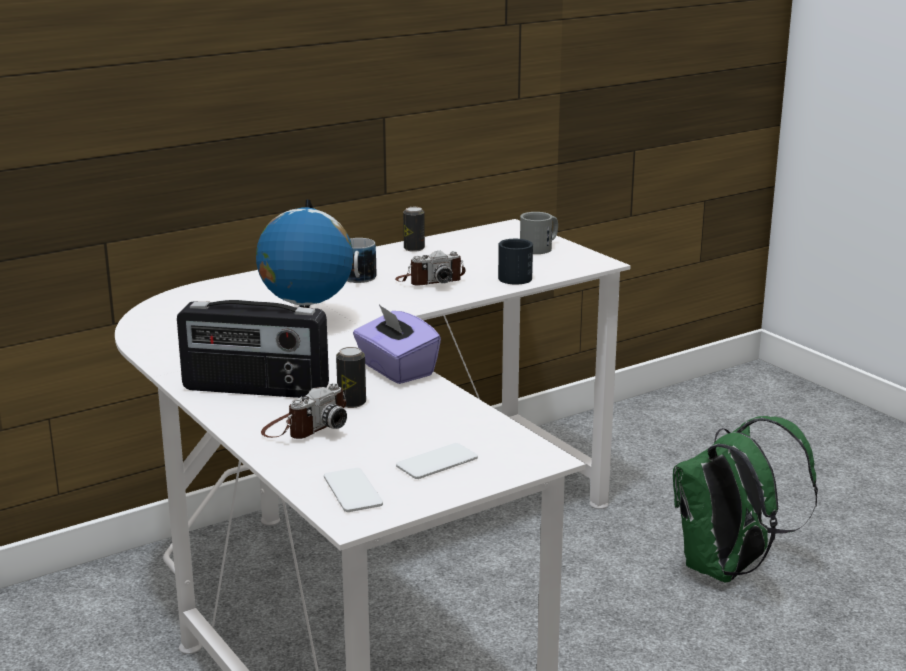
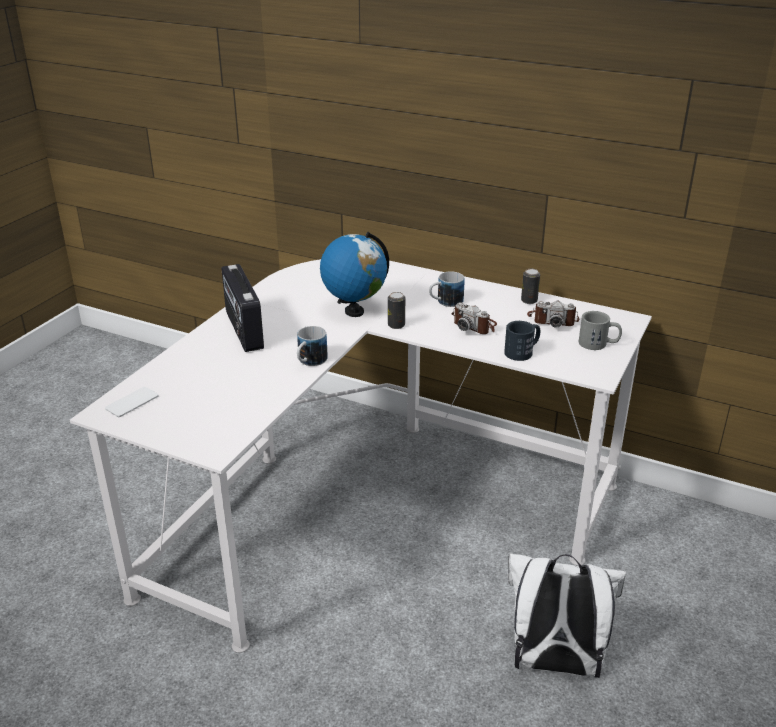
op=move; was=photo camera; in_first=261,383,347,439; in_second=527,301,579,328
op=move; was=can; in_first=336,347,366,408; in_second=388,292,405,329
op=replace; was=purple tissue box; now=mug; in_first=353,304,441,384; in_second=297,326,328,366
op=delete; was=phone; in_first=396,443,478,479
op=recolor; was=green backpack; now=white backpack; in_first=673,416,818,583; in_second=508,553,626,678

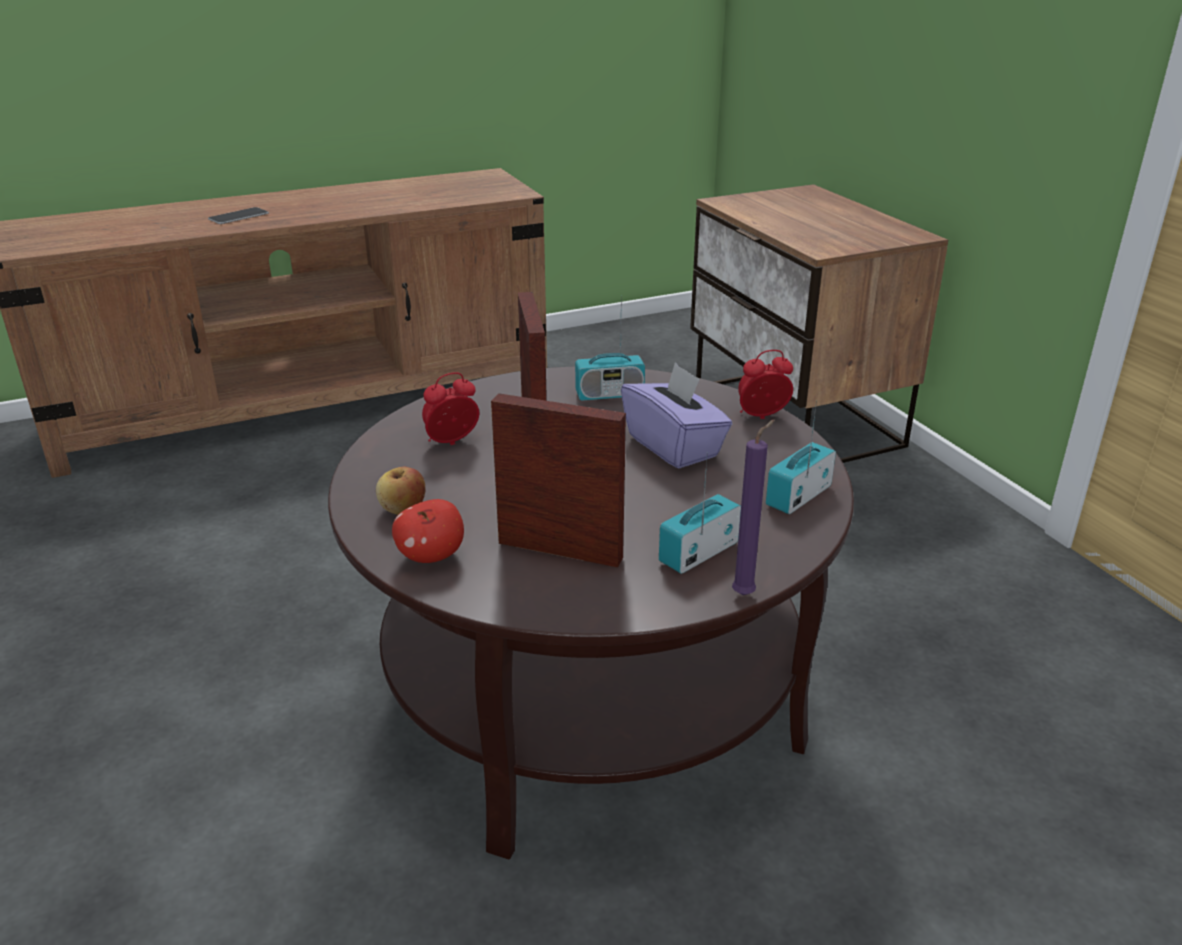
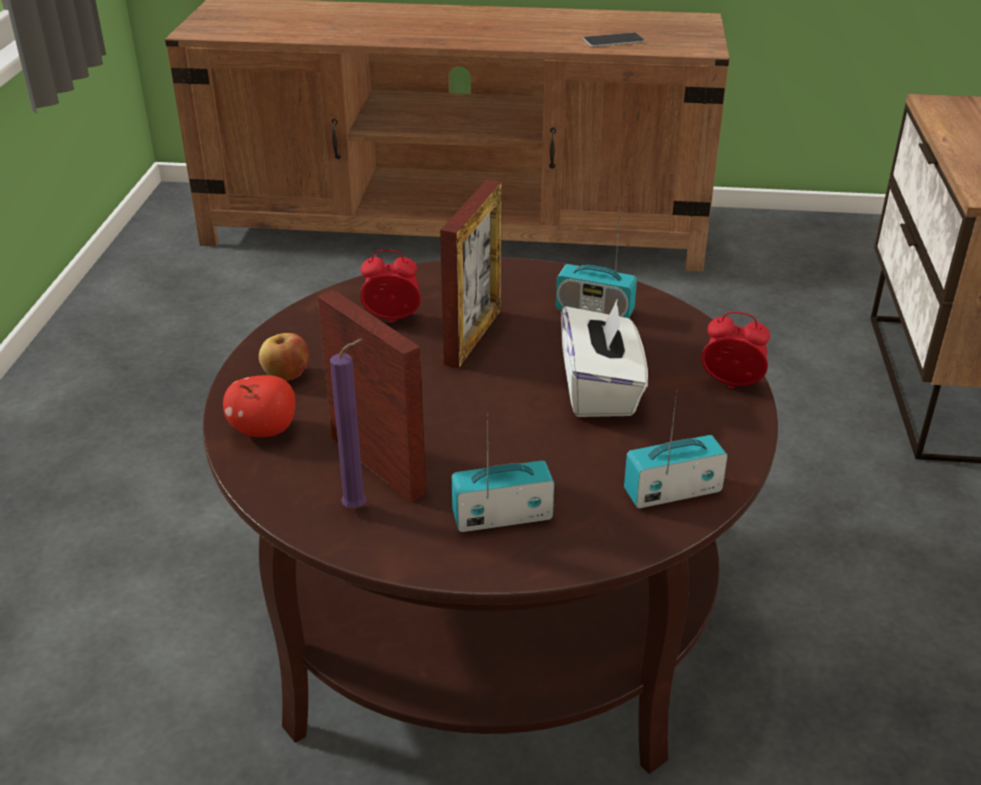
op=move; was=phone; in_first=208,207,269,224; in_second=583,33,645,47
op=recolor; was=purple tissue box; now=white tissue box; in_first=621,362,732,468; in_second=561,298,648,417
op=move; was=purple candle; in_first=732,419,775,595; in_second=330,339,366,509

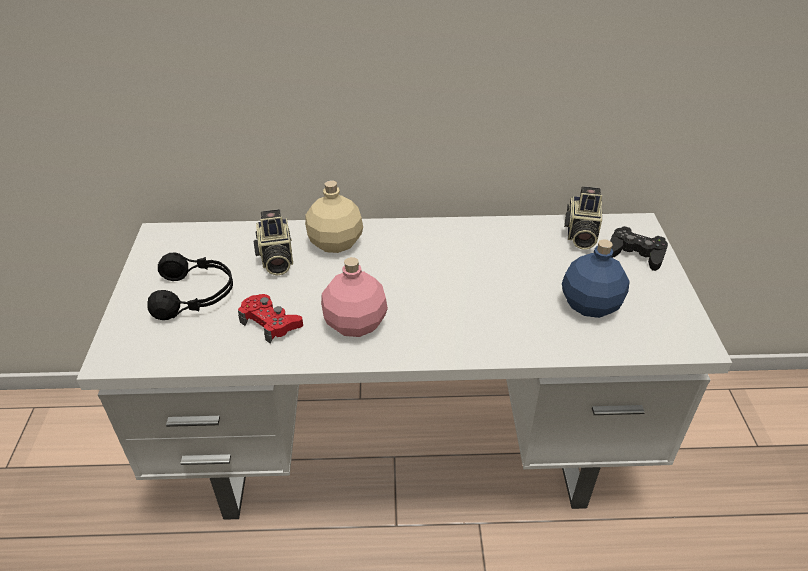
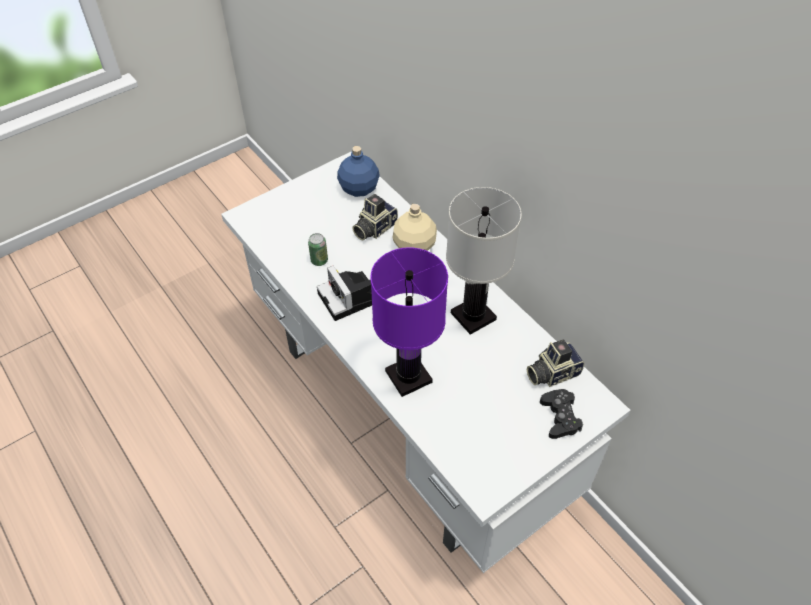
op=delete; was=black headphones; in_first=148,253,233,320
op=replace; was=red game controller; now=can; in_first=238,294,303,344; in_second=308,233,328,266
op=replace; was=pink bottle; now=photo camera; in_first=321,257,388,337; in_second=317,266,372,321
op=move; was=blue bottle; in_first=562,239,630,318; in_second=337,146,380,197
op=insert; now=purple table lamp; in_second=370,247,448,397
op=insert; now=white table lamp; in_second=446,187,522,335

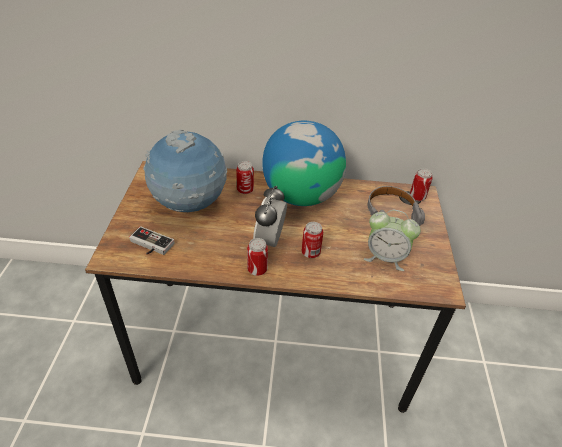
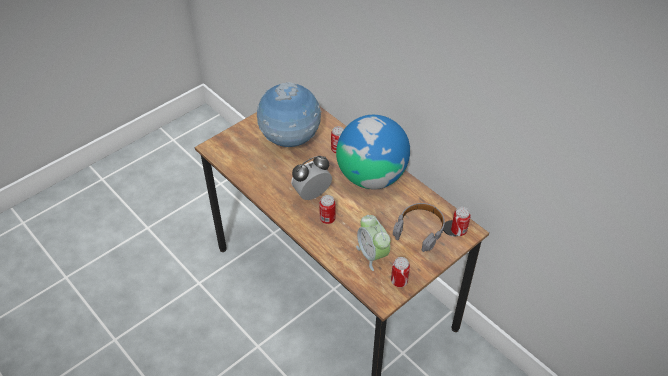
op=delete; was=game controller; in_first=129,226,175,255
op=move; was=can; in_first=247,238,268,276; in_second=391,257,410,287

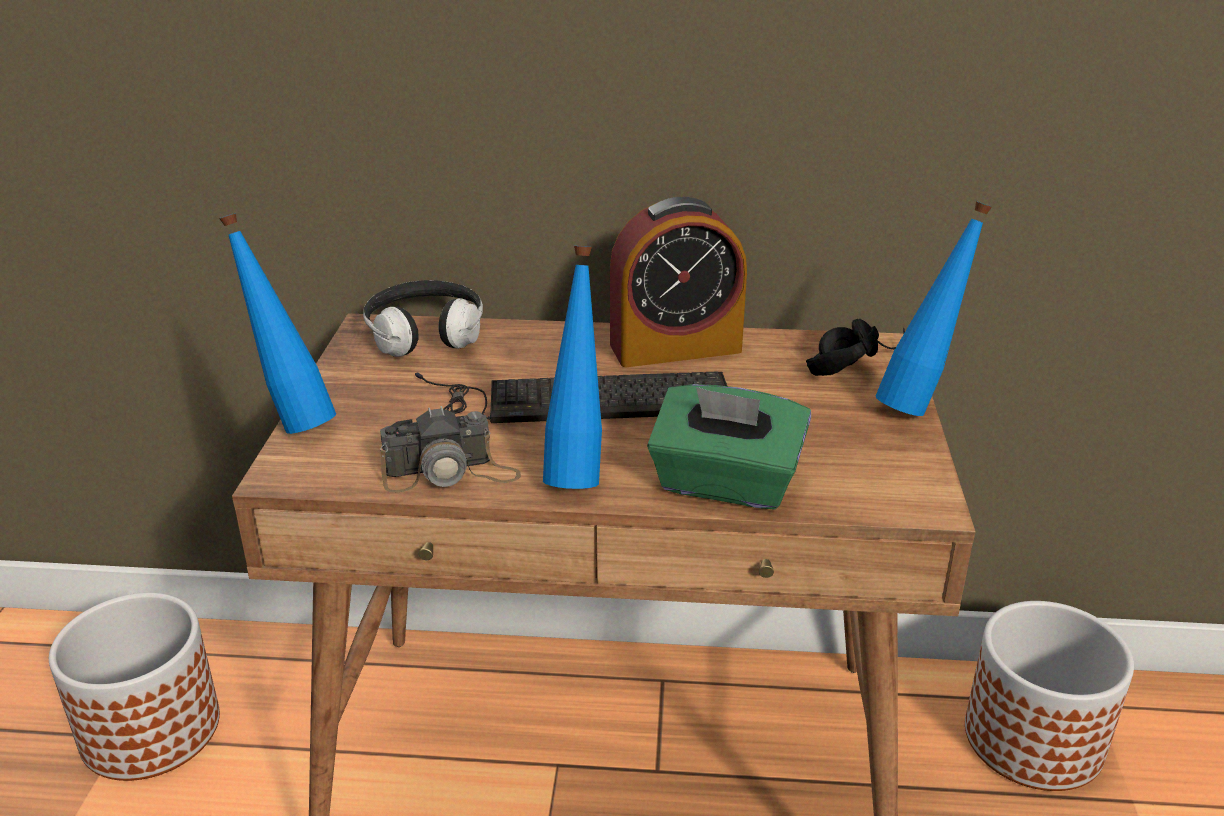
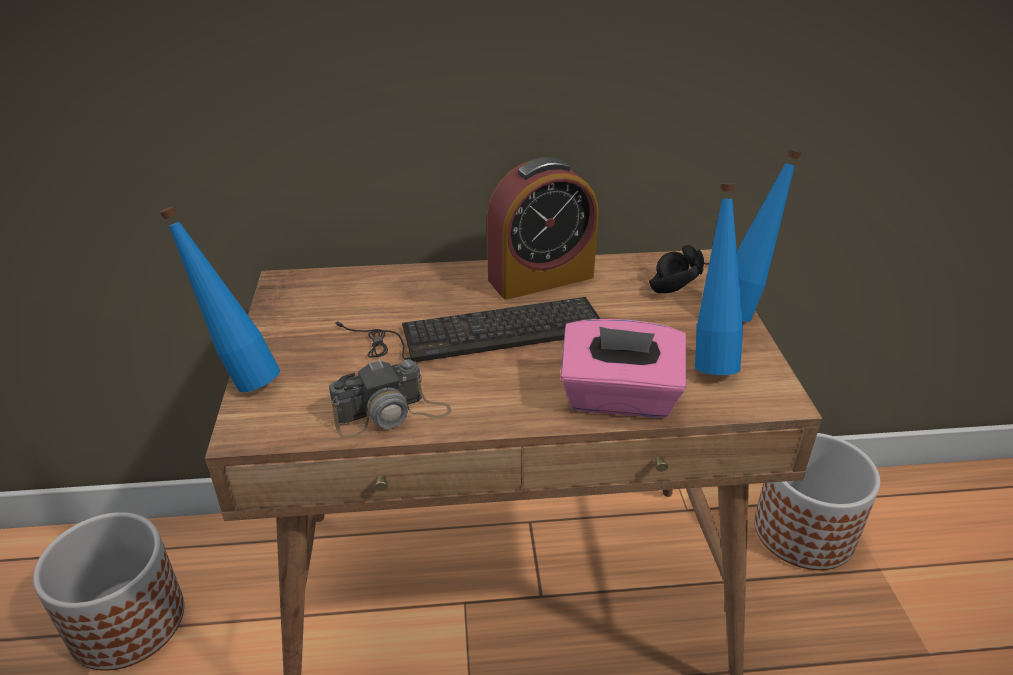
op=delete; was=headphones; in_first=363,280,483,357
op=move; was=blue bottle; in_first=543,246,602,489; in_second=695,183,743,375
op=recolor; was=green tissue box; now=pink tissue box; in_first=647,384,811,509; in_second=561,319,686,418

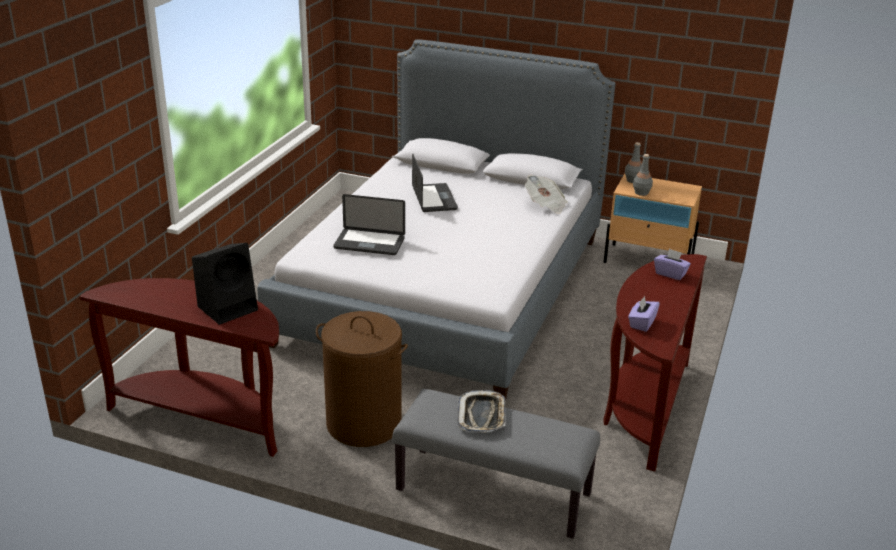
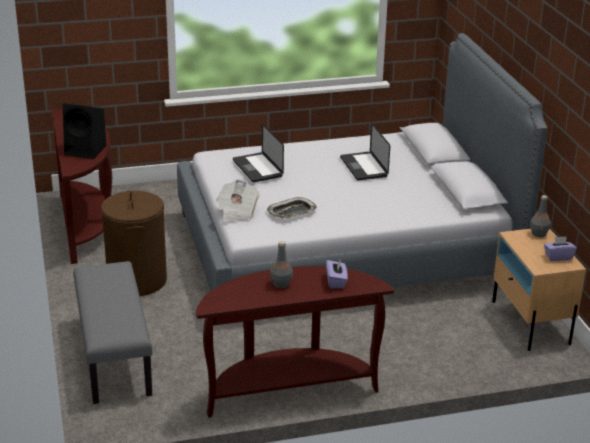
op=rotate; was=laptop; in_first=412,154,458,212; in_second=340,123,390,180; clockwise=120
op=move; was=tray; in_first=457,390,505,433; in_second=267,197,317,219
op=move; was=newspaper; in_first=525,175,568,214; in_second=217,179,260,222
op=move; was=purple tissue box; in_first=628,296,660,332; in_second=544,236,577,261
op=move; was=grey bottle; in_first=633,154,653,196; in_second=270,241,293,288

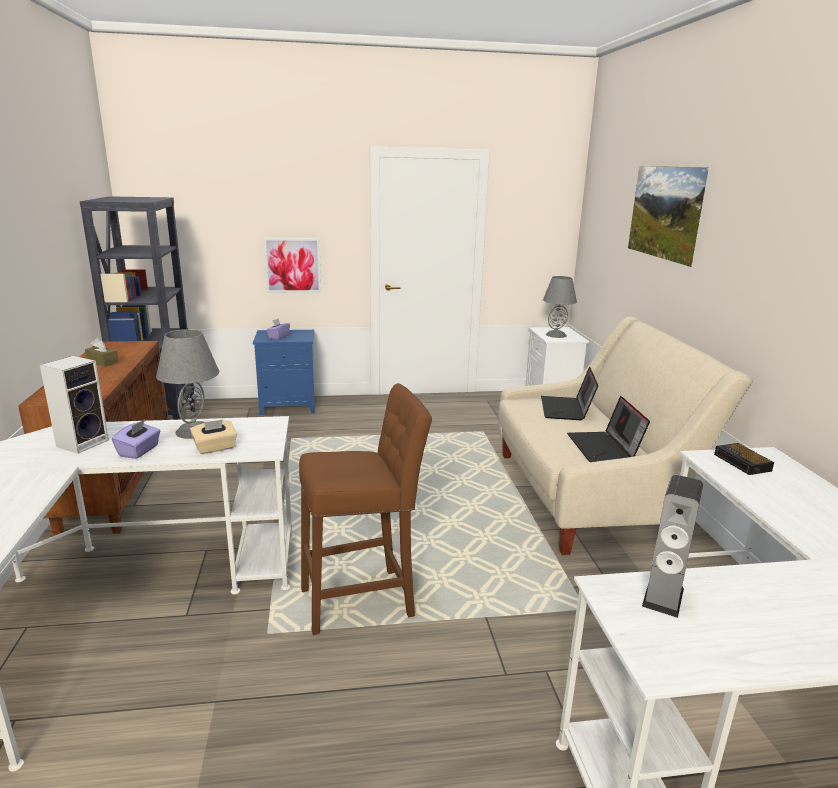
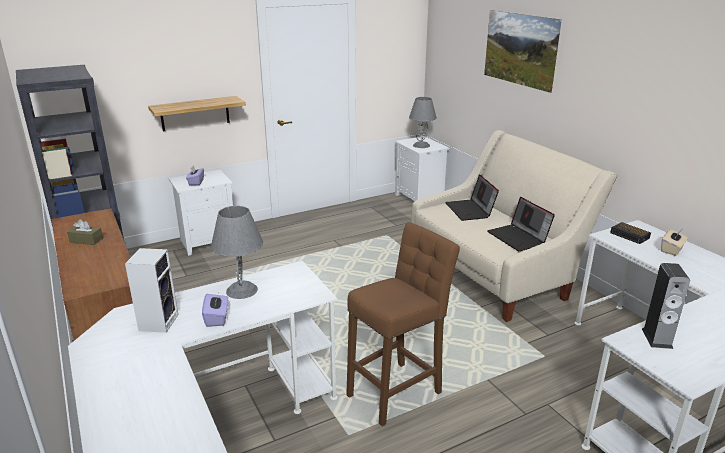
op=move; was=beige tissue box; in_first=190,419,237,454; in_second=661,229,688,256
op=recolor; was=blue nightstand; now=white nightstand; in_first=253,330,315,415; in_second=168,170,233,256
op=replace; was=picture; now=shelf; in_first=263,238,321,293; in_second=148,96,246,131

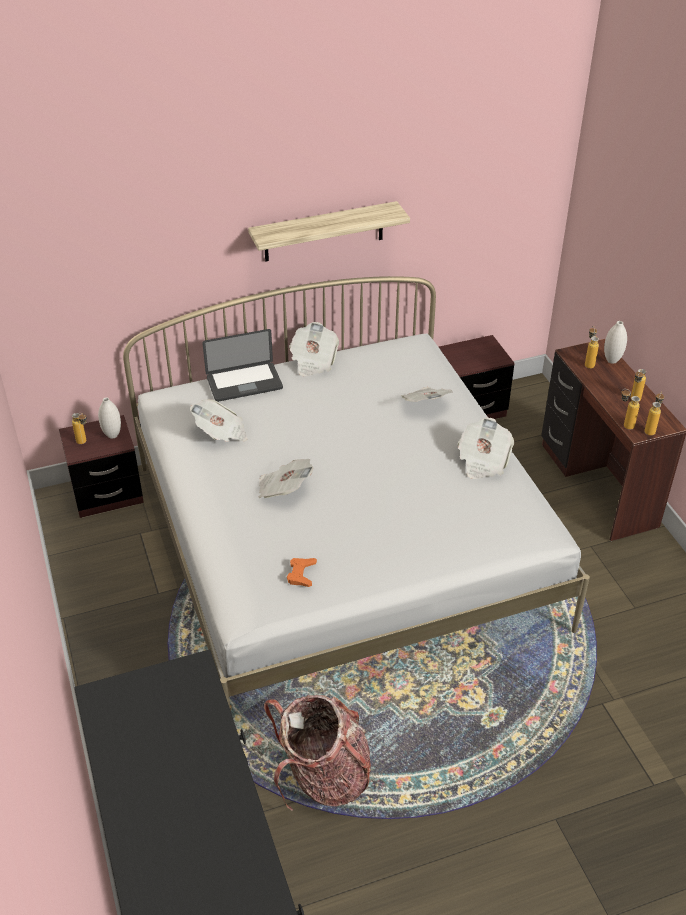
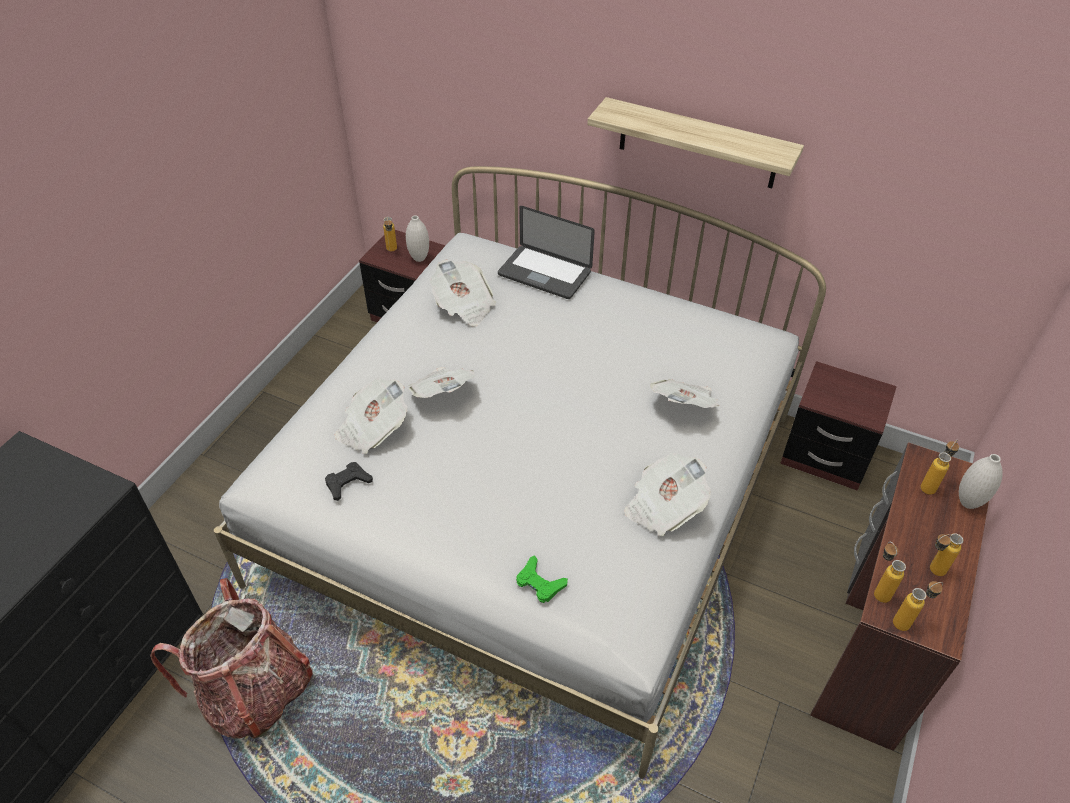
op=recolor; was=orange game controller; now=black game controller; in_first=287,558,317,587; in_second=325,462,373,501
op=move; was=newspaper; in_first=289,322,339,376; in_second=335,378,407,454
op=insert; now=green game controller; in_second=516,555,568,603

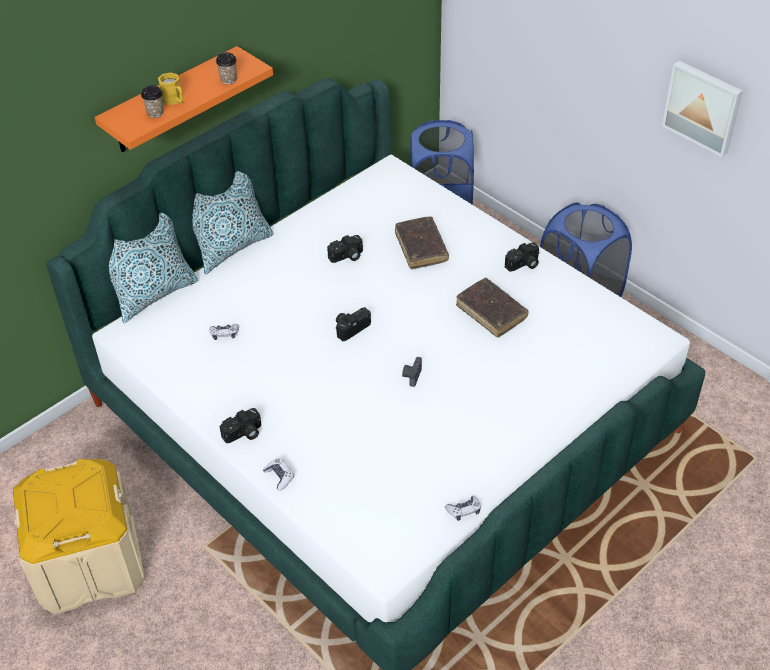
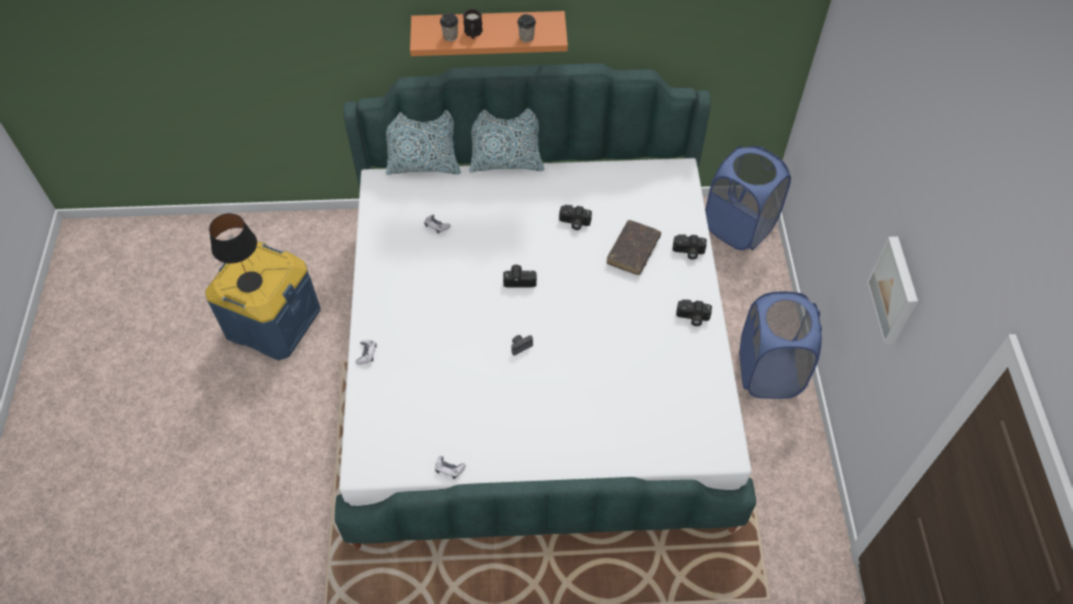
op=recolor; was=beige storage box; now=blue storage box; in_first=13,459,144,614; in_second=205,242,321,361
op=recolor; was=yellow mug; now=black mug; in_first=158,72,184,105; in_second=463,8,483,39
op=move; was=photo camera; in_first=220,408,261,443; in_second=673,234,707,260
op=delete; was=brown book; in_first=456,278,529,338
op=insert; now=black table lamp; in_second=209,213,263,292

